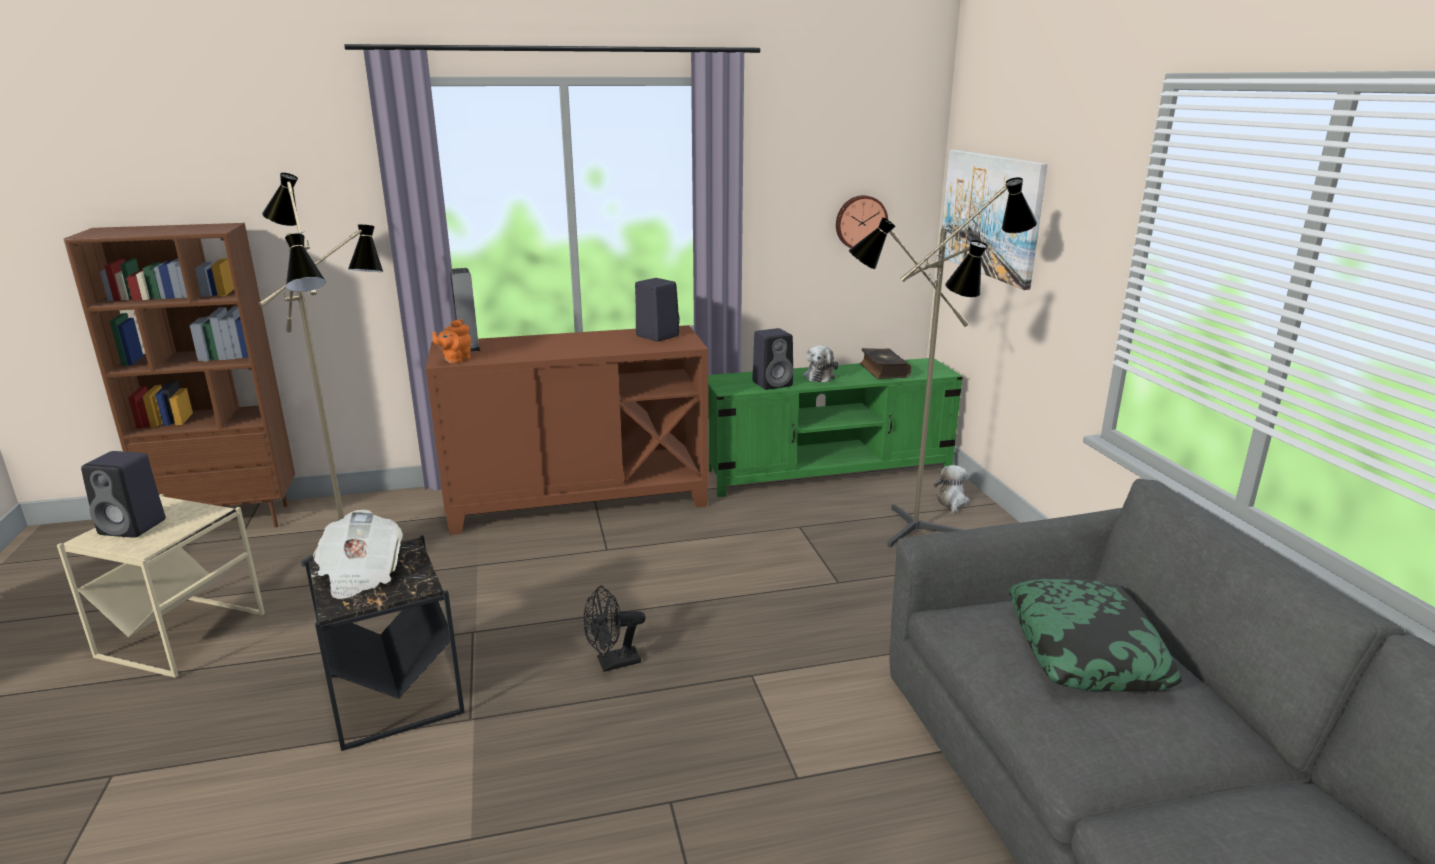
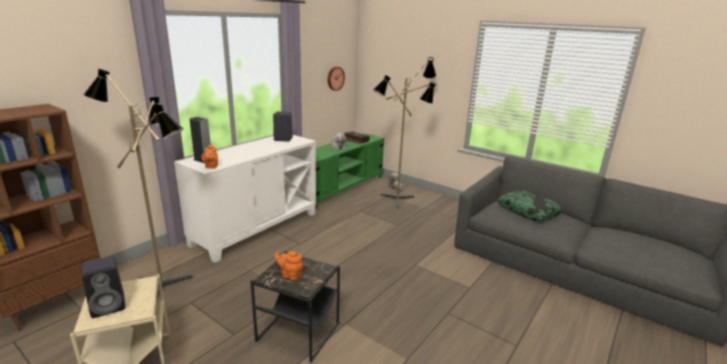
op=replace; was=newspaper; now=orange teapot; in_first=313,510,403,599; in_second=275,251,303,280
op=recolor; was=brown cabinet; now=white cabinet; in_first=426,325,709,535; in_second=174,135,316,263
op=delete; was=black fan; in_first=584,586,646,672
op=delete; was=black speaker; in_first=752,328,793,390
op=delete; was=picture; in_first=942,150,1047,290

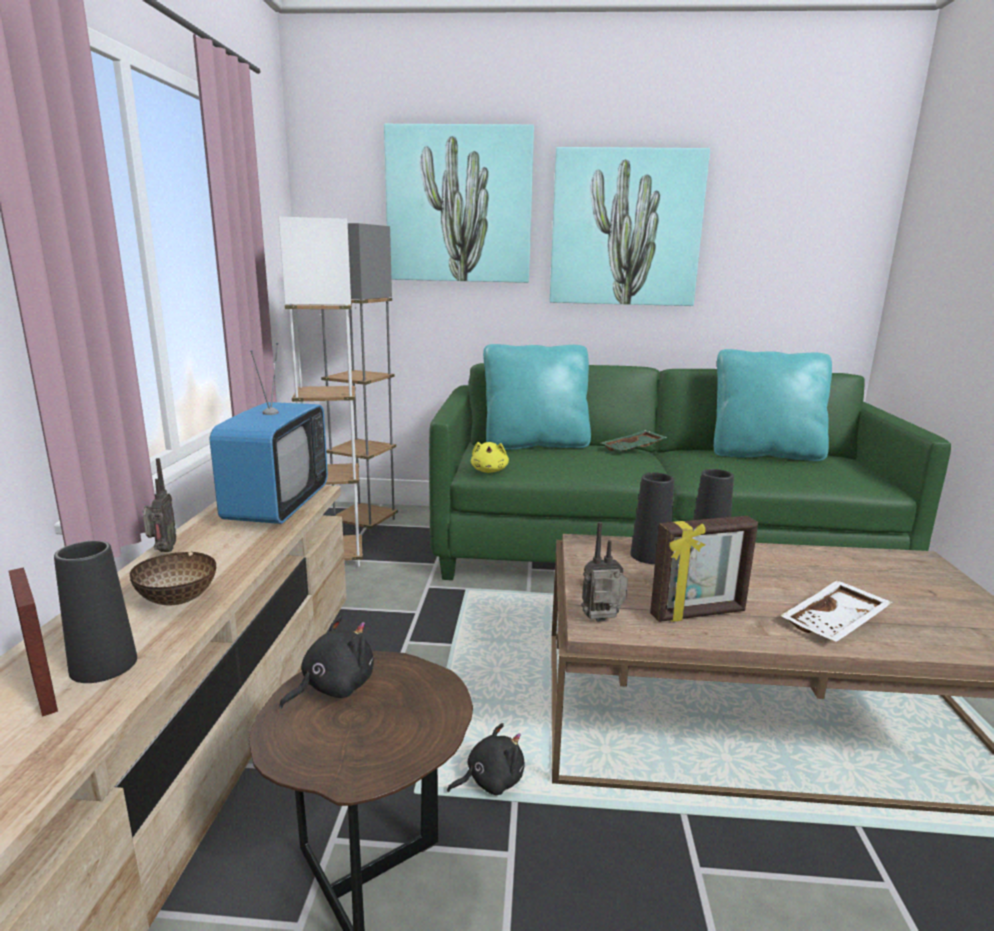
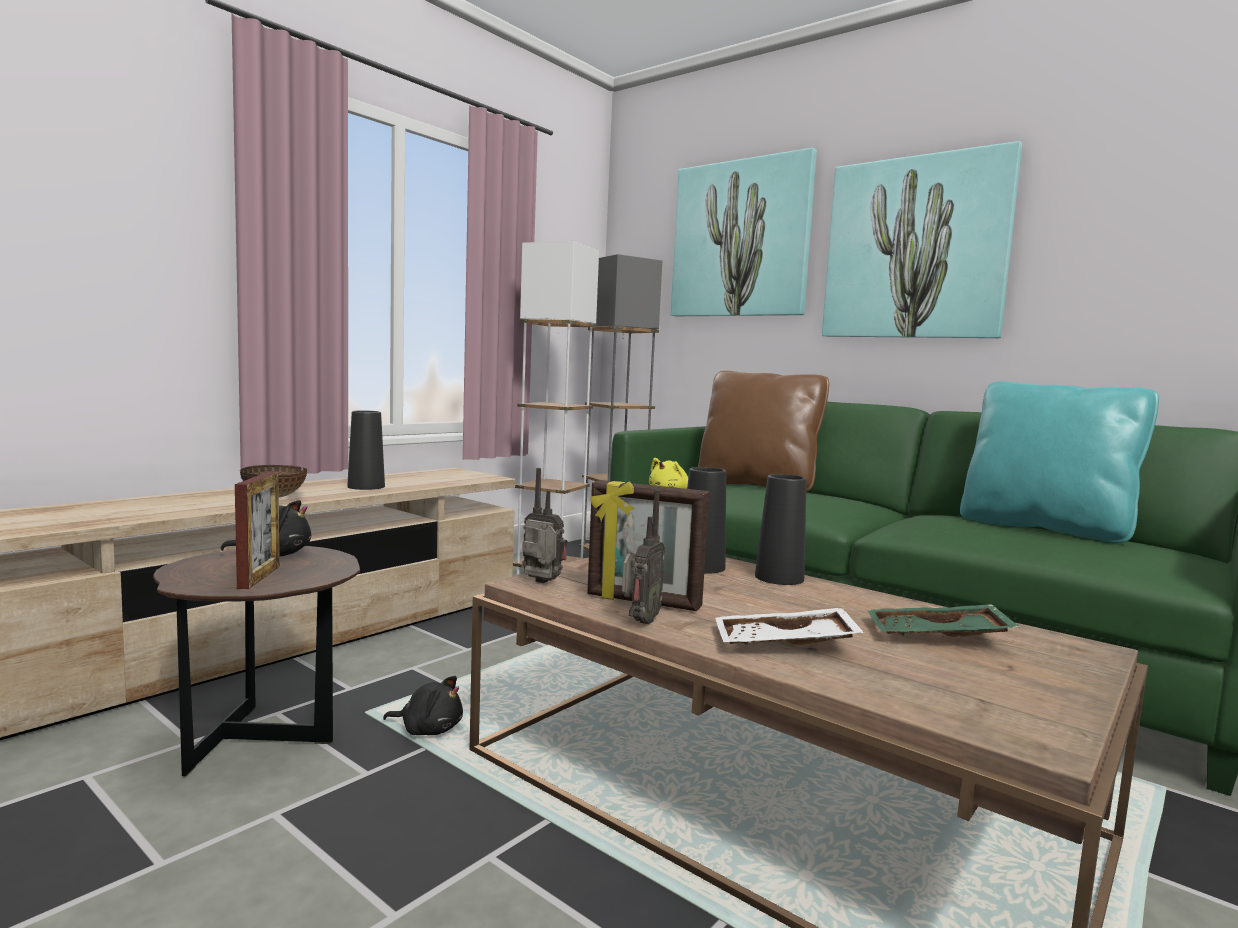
op=move; was=picture frame; in_first=9,567,58,717; in_second=235,472,280,589
op=move; was=black vase; in_first=54,541,137,683; in_second=347,411,385,490
op=move; was=radio; in_first=143,458,176,552; in_second=622,490,665,624
op=delete; was=television; in_first=210,343,328,524
op=recolor; was=turquoise pillow; now=brown pillow; in_first=483,344,591,450; in_second=698,371,829,492
op=move; was=green tray; in_first=601,430,667,451; in_second=867,604,1020,637

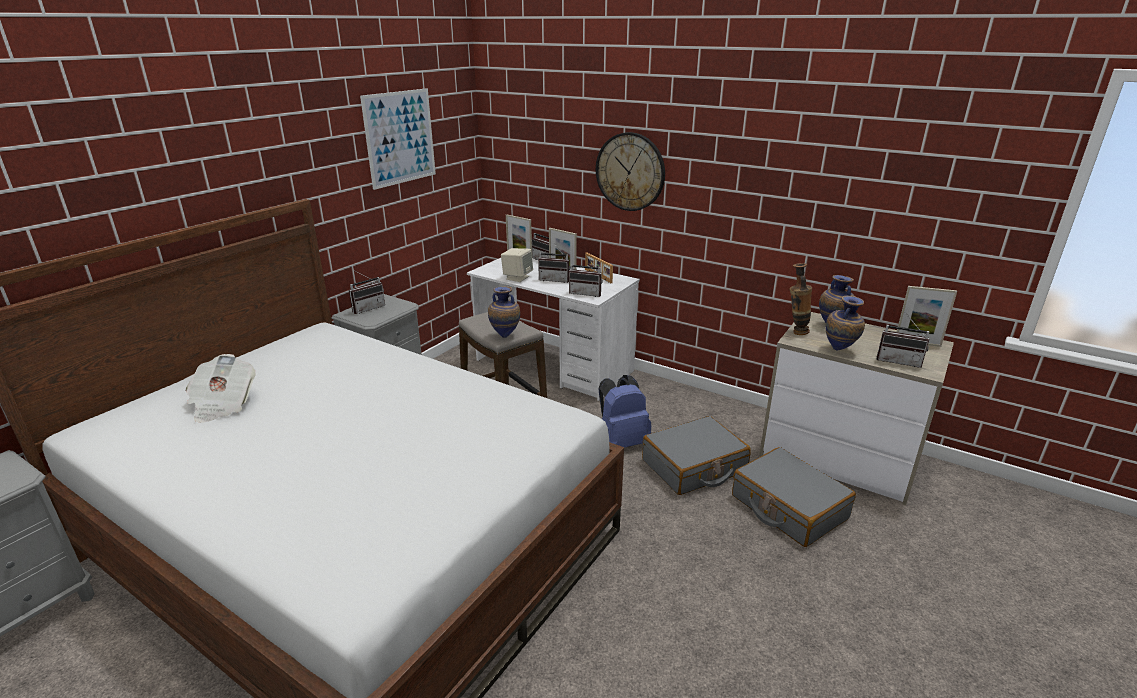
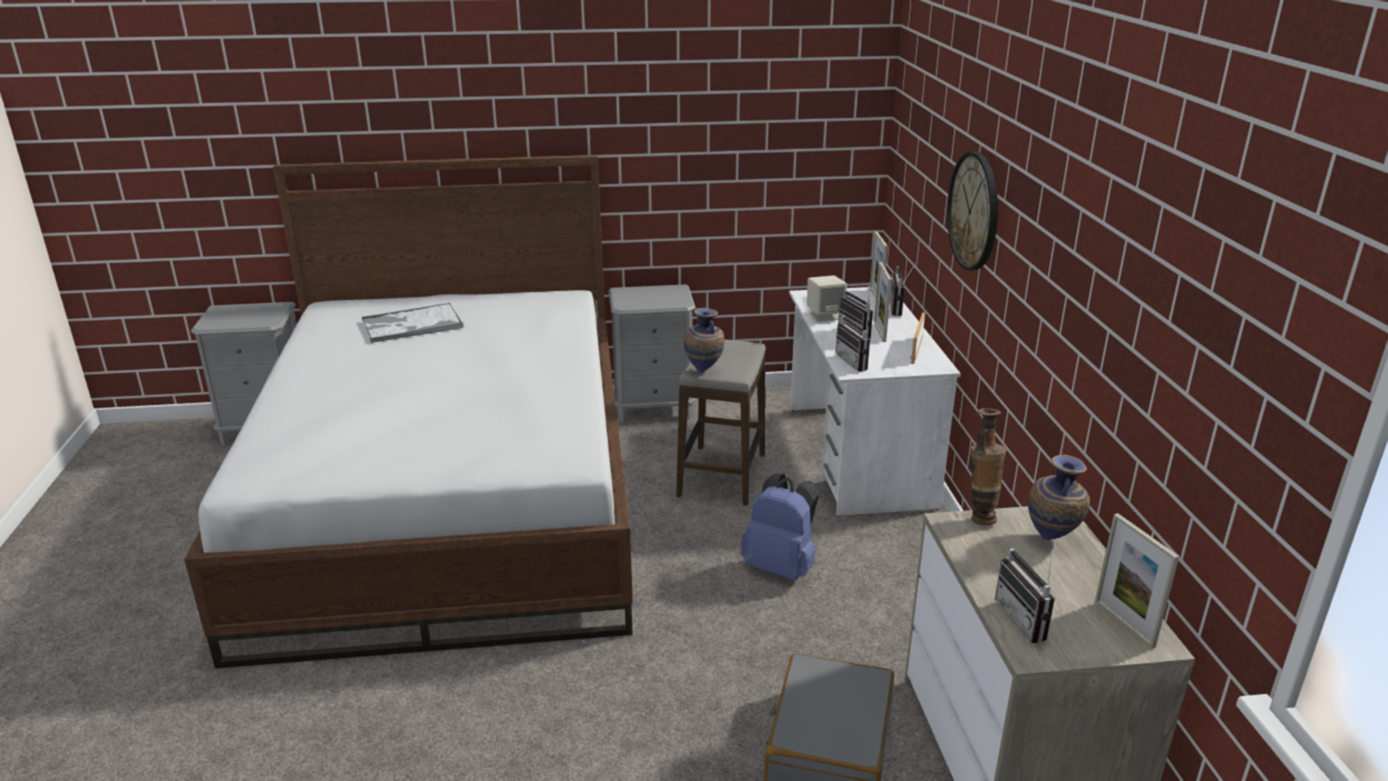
op=replace; was=newspaper; now=tray; in_first=186,354,256,423; in_second=362,303,464,343
op=delete; was=radio; in_first=349,270,385,314
op=delete; was=picture; in_first=360,88,436,190
op=delete; was=grey suitcase; in_first=642,416,751,495
op=delete; was=vase; in_first=826,296,865,351

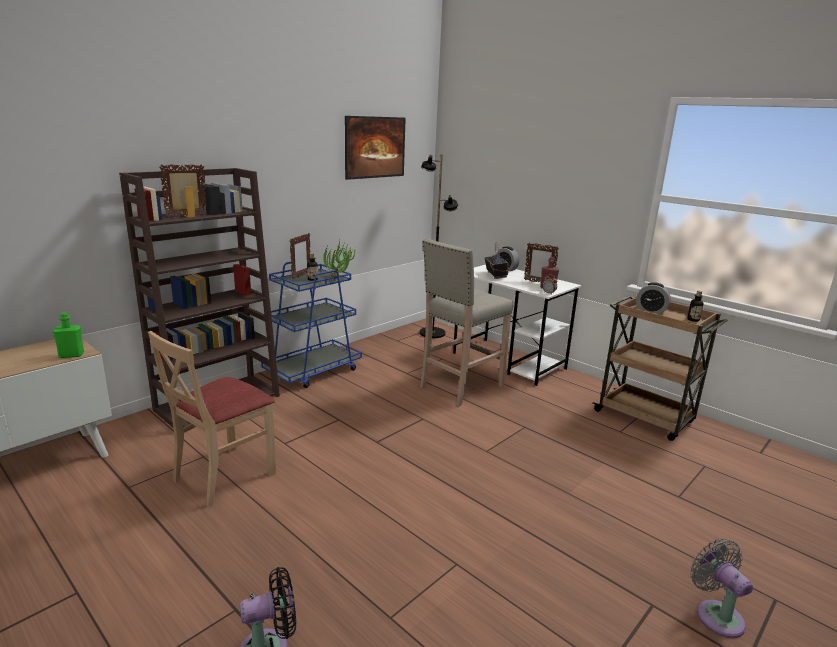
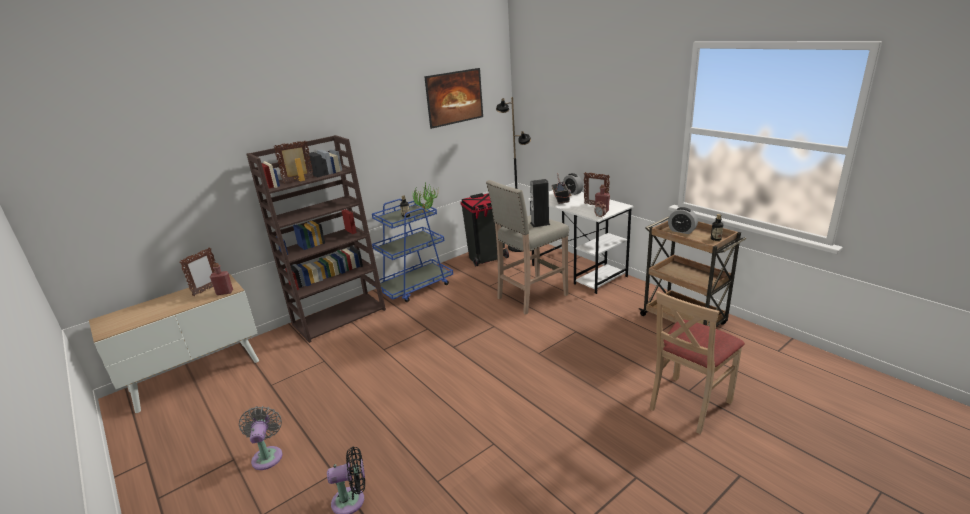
op=recolor; was=green bottle; now=red bottle; in_first=52,312,84,358; in_second=210,263,233,295
op=move; was=beige chair; in_first=148,331,276,507; in_second=650,291,745,434
op=move; was=picture frame; in_first=290,233,310,279; in_second=179,247,215,296
op=move; was=grey fan; in_first=690,539,753,638; in_second=239,406,282,470
op=insert; now=black trash can; in_second=460,193,509,266
op=insert; now=speaker; in_second=530,179,550,227

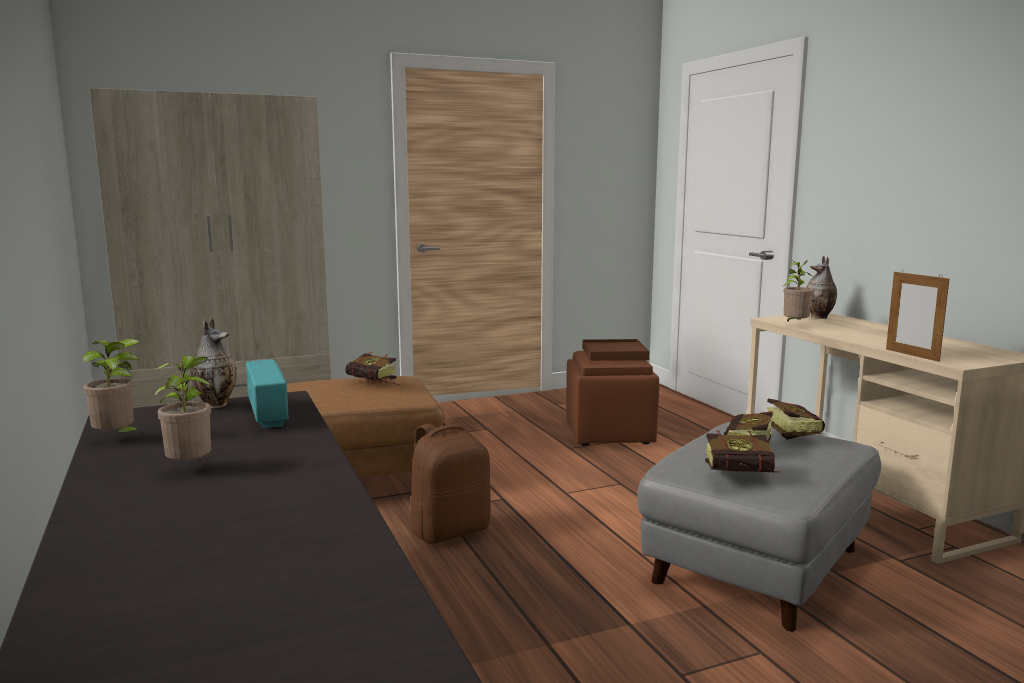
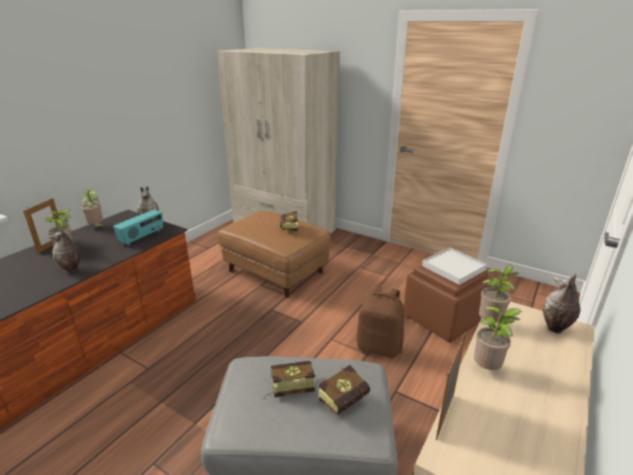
op=move; was=brown backpack; in_first=409,420,491,544; in_second=356,285,404,358
op=recolor; was=brown tray; now=white tray; in_first=582,339,650,361; in_second=422,248,487,285
op=delete; was=book; in_first=705,430,782,473
op=insert; now=picture frame; in_second=23,198,59,253
op=insert; now=vase; in_second=48,225,80,273
op=insert; now=potted plant; in_second=474,307,522,370

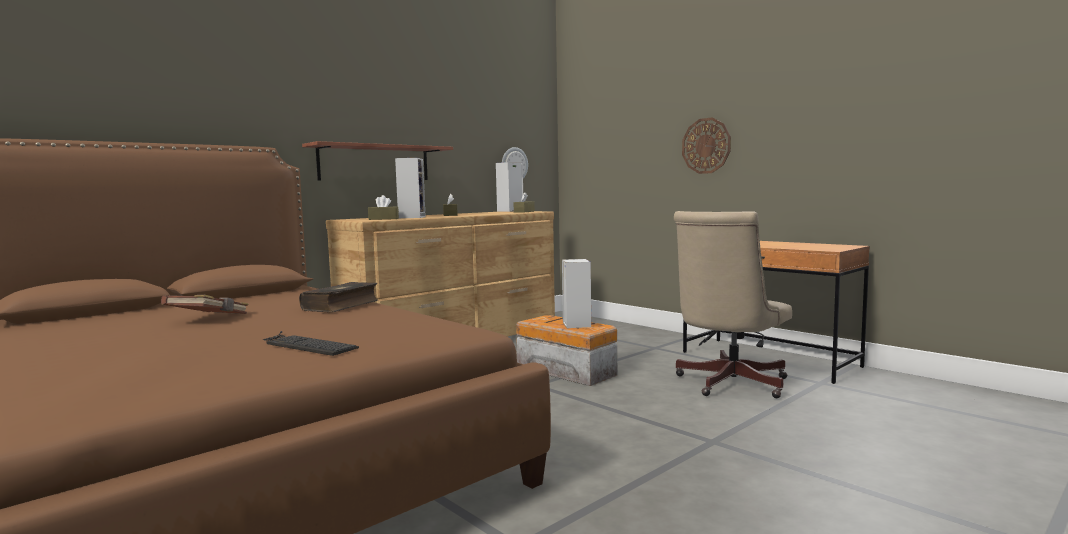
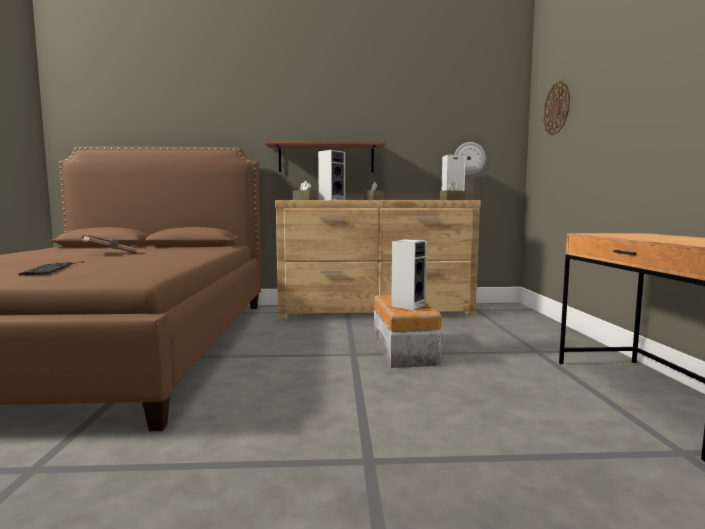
op=delete; was=book; in_first=299,282,378,312
op=delete; was=beige office chair; in_first=674,211,792,398
op=move; was=wall clock; in_first=682,117,731,174; in_second=543,81,570,135

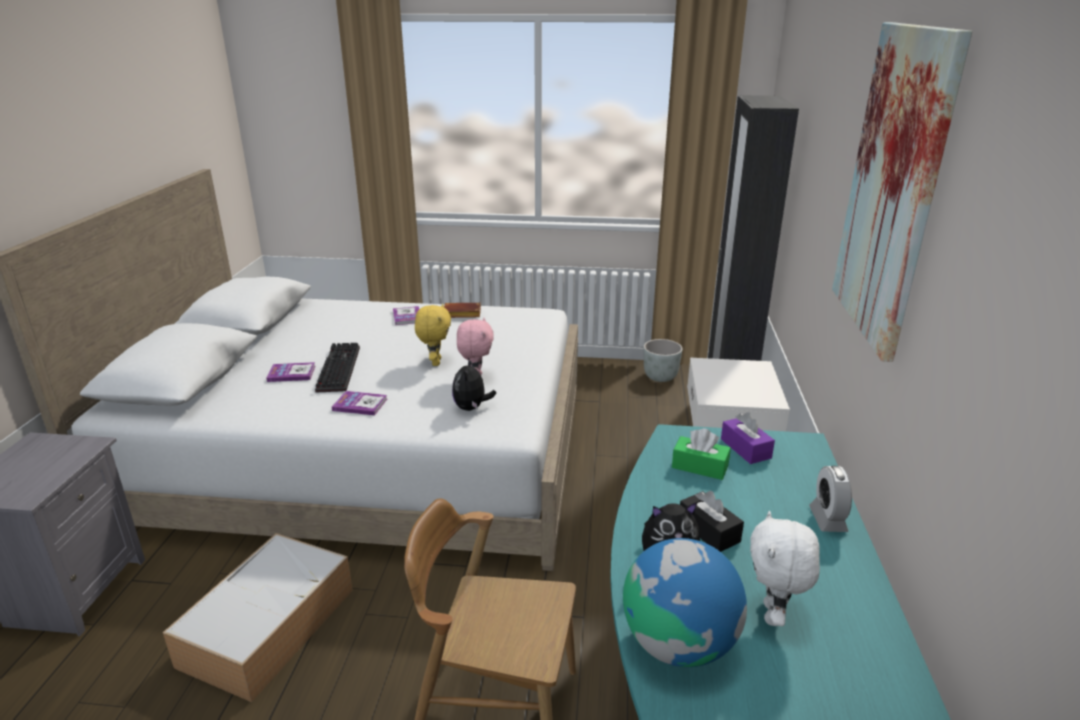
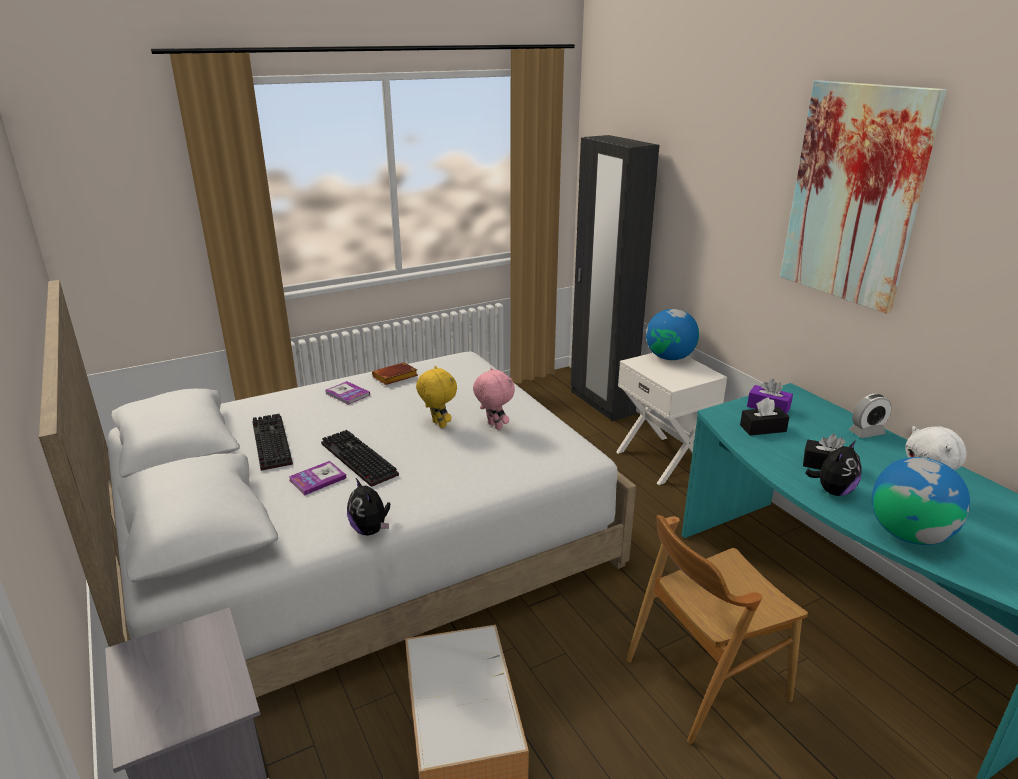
op=delete; was=book; in_first=332,391,387,415
op=move; was=plush toy; in_first=452,358,496,411; in_second=347,478,390,535
op=delete; was=grey planter; in_first=644,339,683,382
op=recolor; was=green tissue box; now=black tissue box; in_first=672,428,731,480; in_second=740,397,789,436
op=rotate; was=alarm clock; in_first=809,466,852,532; in_second=849,394,892,438; clockwise=-75
op=insert; now=keyboard; in_second=252,414,293,471
op=insert; now=globe; in_second=646,309,699,360

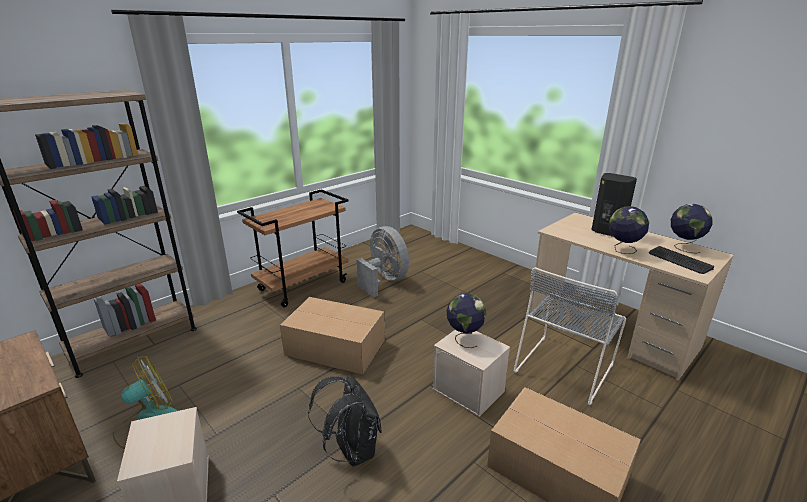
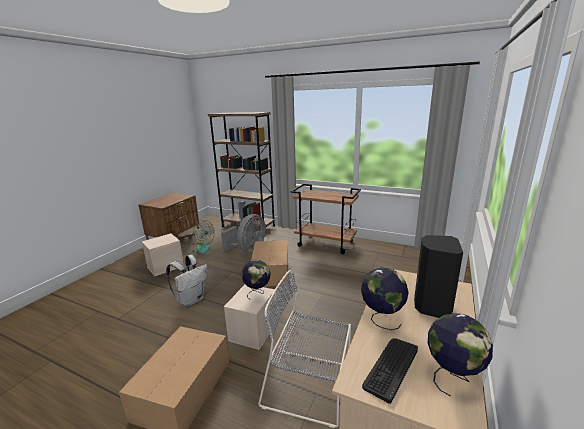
op=recolor; was=black backpack; now=white backpack; in_first=308,375,382,466; in_second=166,255,208,307
op=move; was=grey fan; in_first=356,226,409,297; in_second=221,214,266,252

